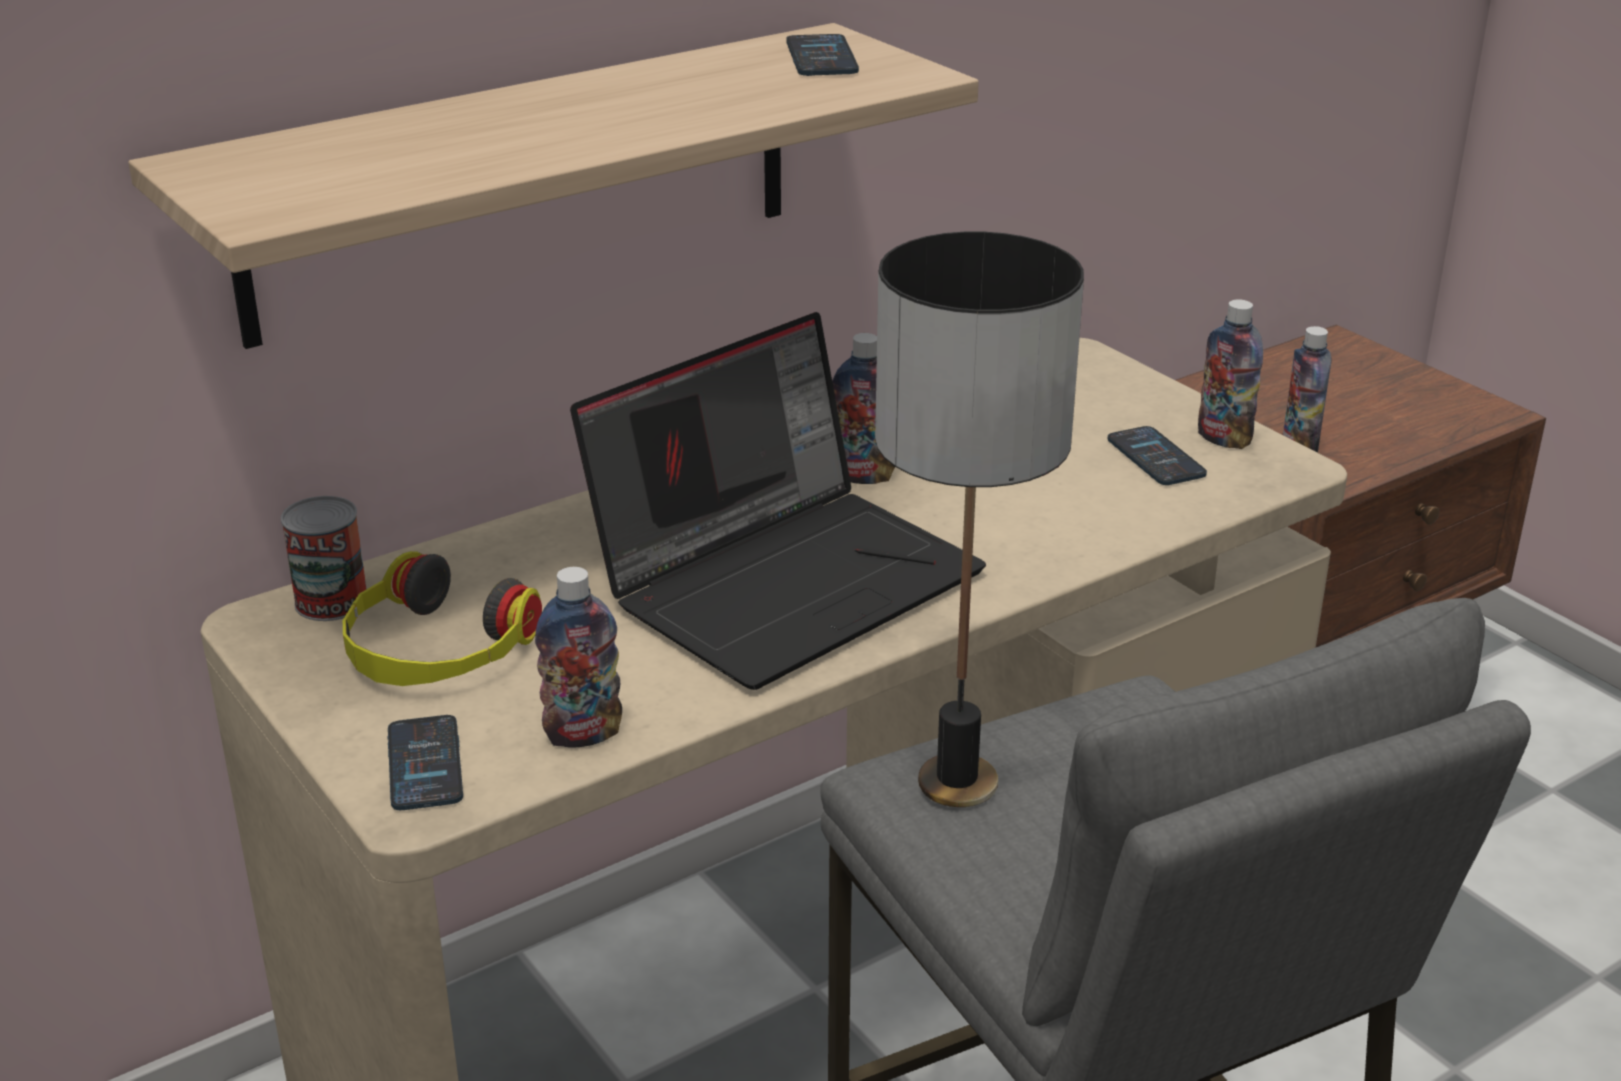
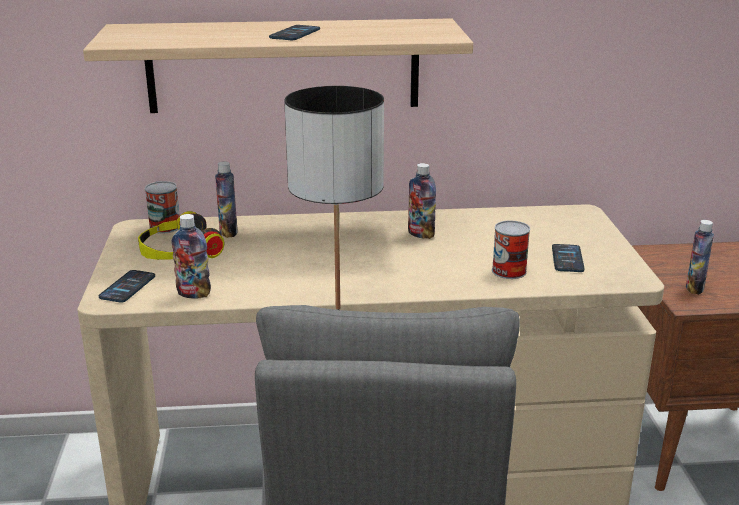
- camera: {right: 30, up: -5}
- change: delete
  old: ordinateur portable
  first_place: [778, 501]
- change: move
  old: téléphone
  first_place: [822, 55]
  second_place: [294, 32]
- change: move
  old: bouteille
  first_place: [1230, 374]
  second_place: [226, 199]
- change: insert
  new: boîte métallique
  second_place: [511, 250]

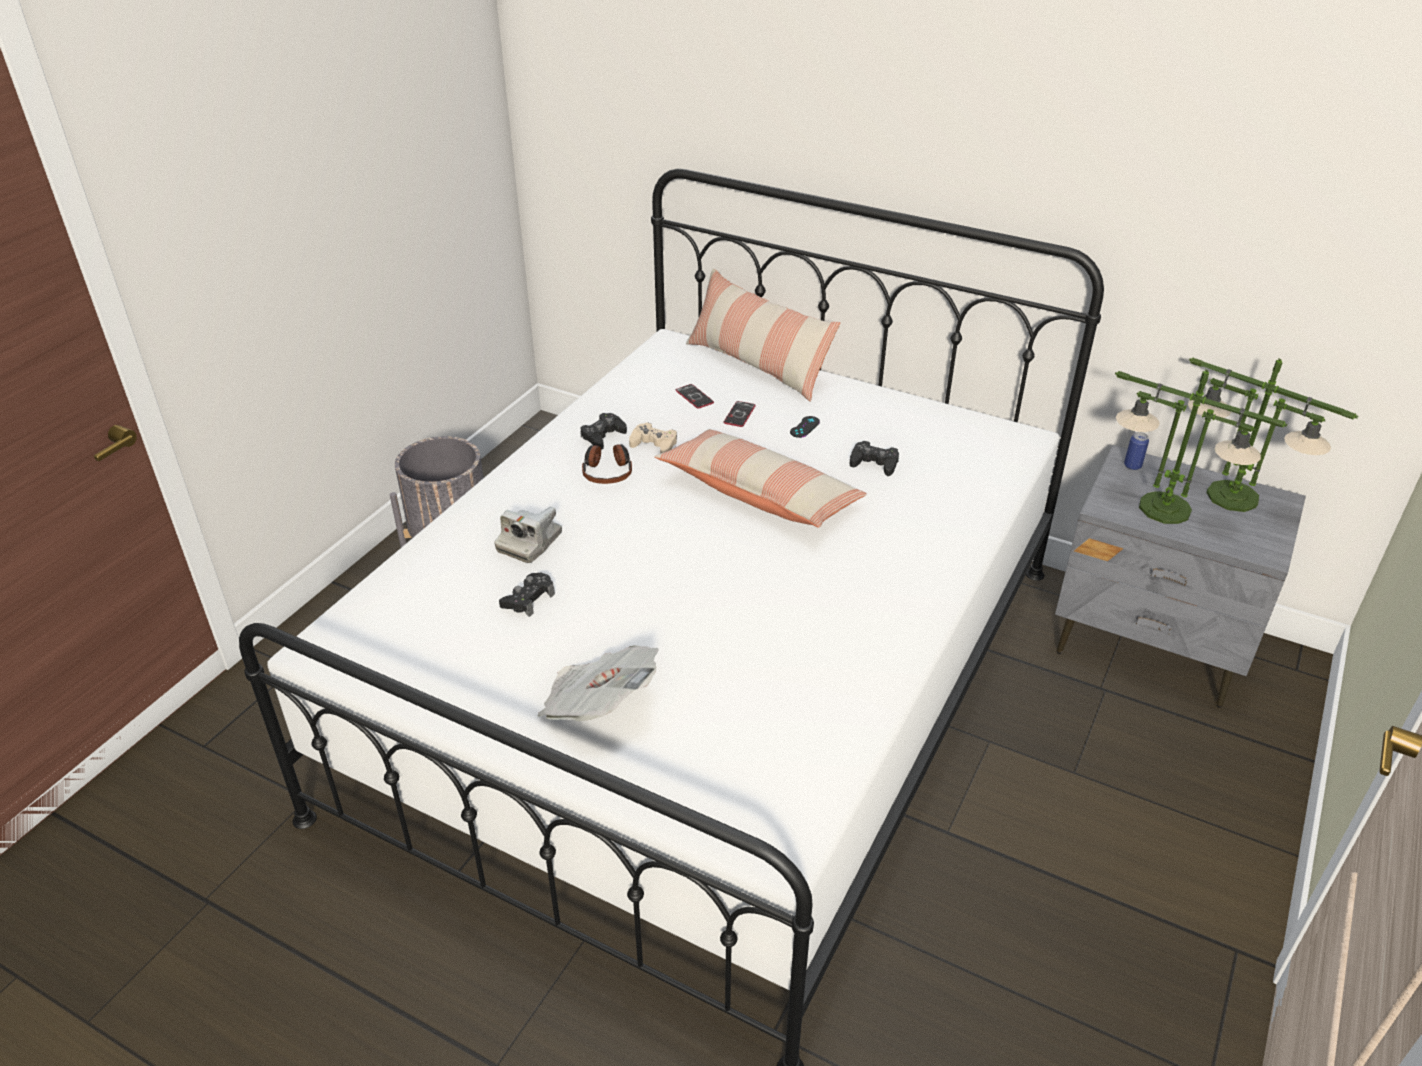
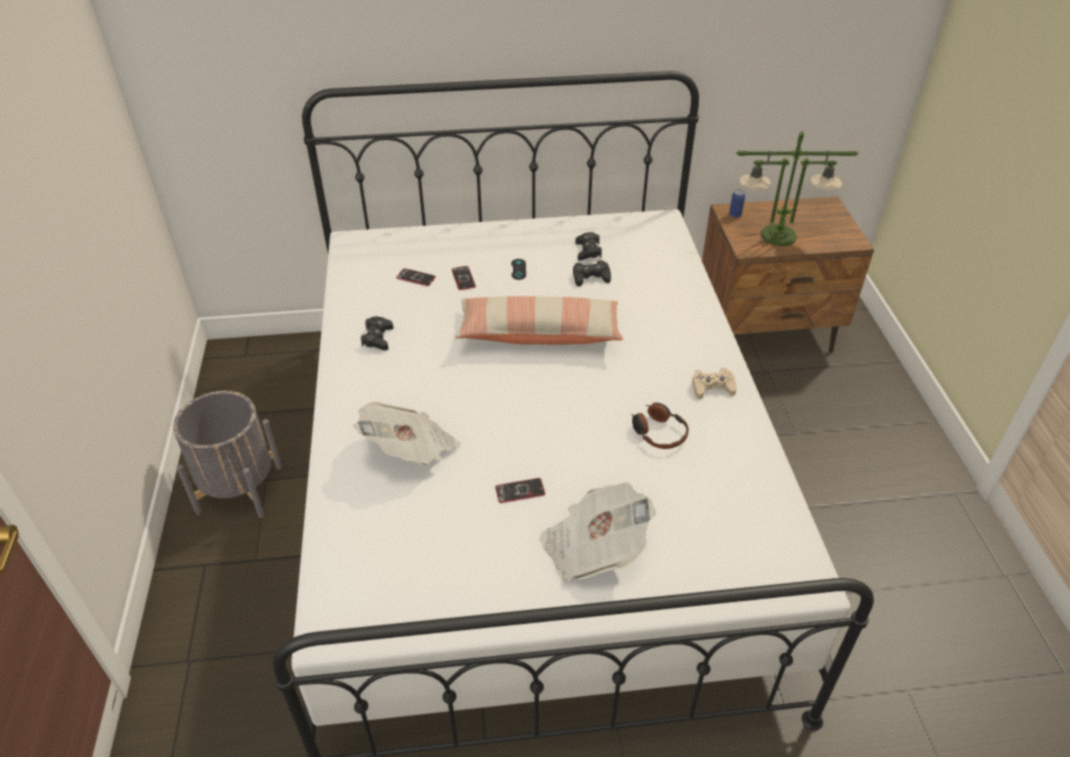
- camera: {right: -35, up: 5}
- change: replace
  old: appareil photo
  new: journal
  first_place: [528, 534]
  second_place: [407, 433]
- change: move
  old: manette [noir]
  first_place: [527, 595]
  second_place: [588, 246]
- change: move
  old: casque audio
  first_place: [607, 464]
  second_place: [660, 426]
- change: move
  old: manette [beige]
  first_place: [653, 437]
  second_place: [714, 383]
- change: delete
  old: coussin
  first_place: [763, 334]
- change: recolor
  old: table de chevet [gris]
  new: table de chevet [marron]
  first_place: [1180, 576]
  second_place: [788, 274]
- change: delete
  old: lampe de table
  first_place: [1273, 434]
- change: insert
  new: téléphone
  second_place: [520, 490]

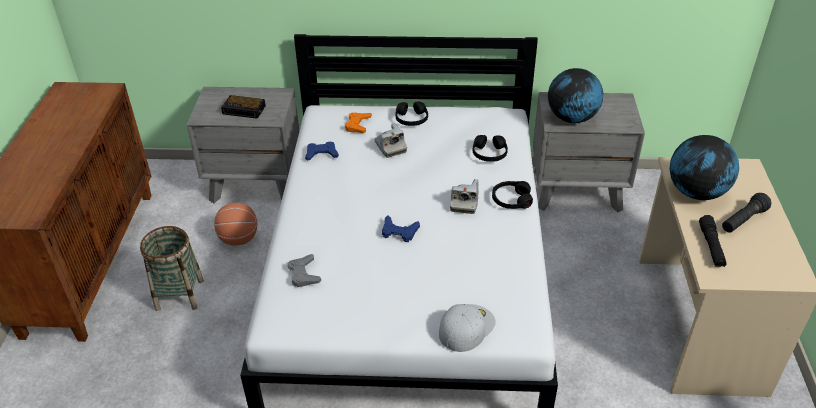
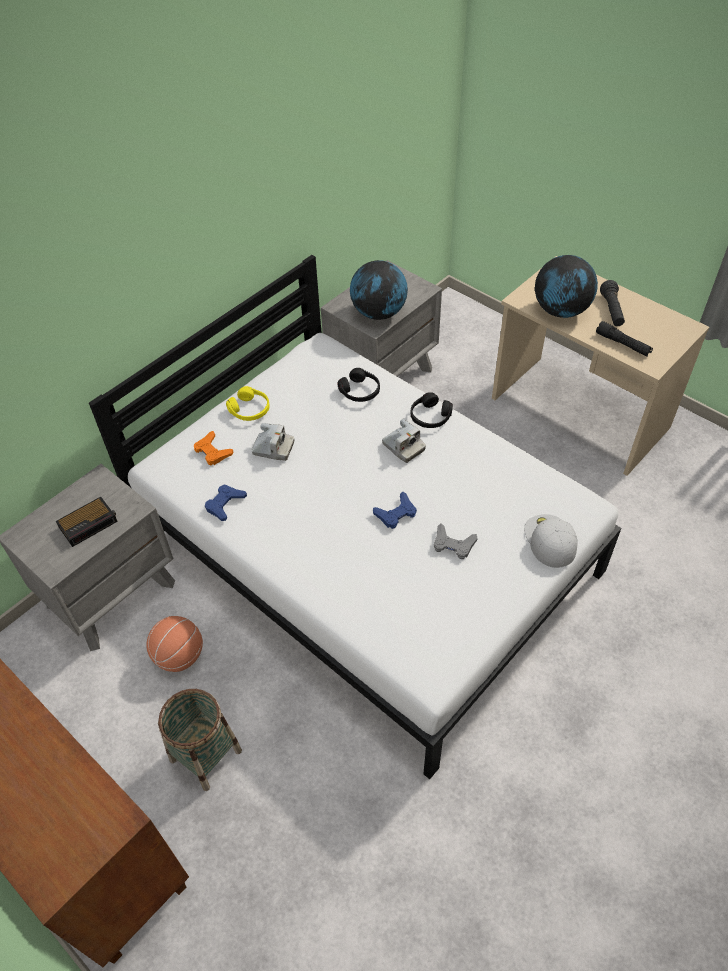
- camera: {right: -50, up: 10}
- change: move
  old: manette [gris]
  first_place: [304, 270]
  second_place: [456, 541]
- change: recolor
  old: casque audio [noir]
  new: casque audio [jaune]
  first_place: [412, 114]
  second_place: [248, 403]

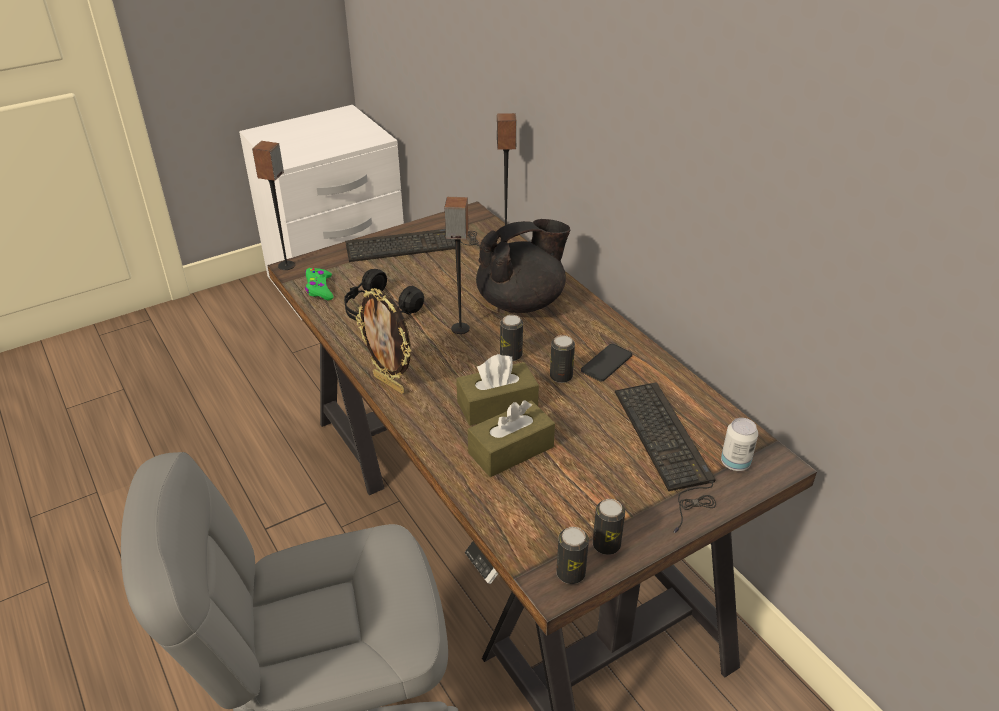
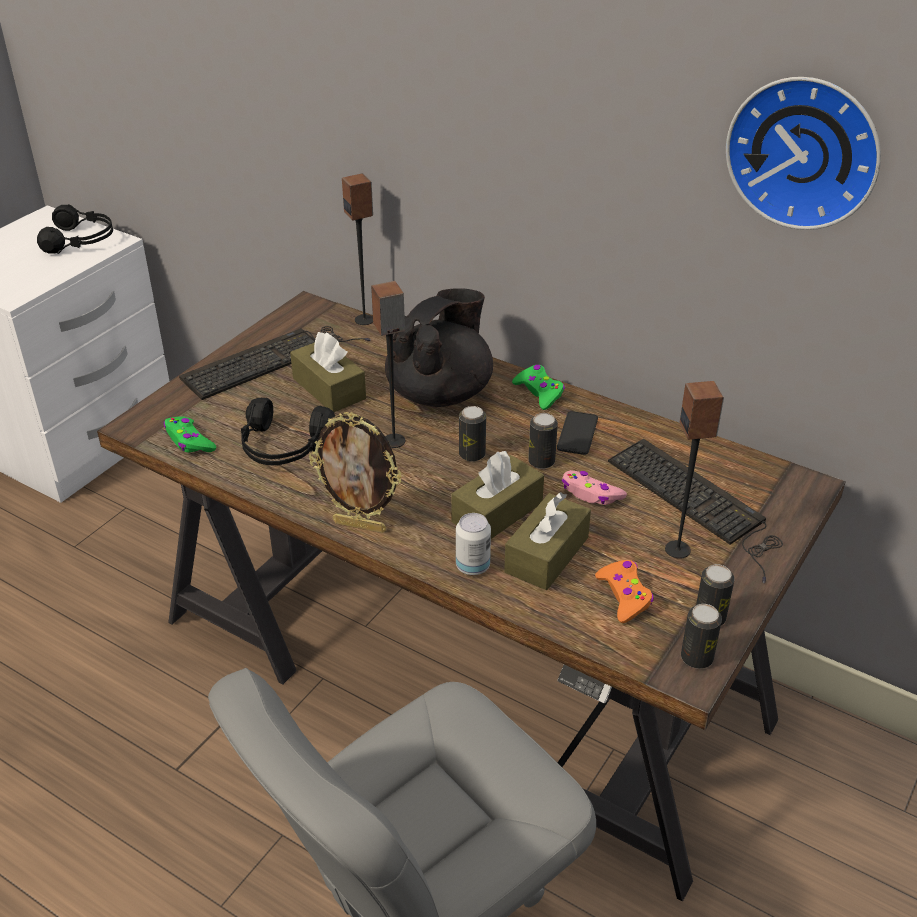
- camera: {right: -25, up: 0}
- change: move
  old: enceinte
  first_place: [273, 205]
  second_place: [694, 470]
- change: move
  old: boîte métallique
  first_place: [739, 444]
  second_place: [473, 544]
- change: insert
  new: casque audio [noir]
  second_place: [75, 229]
- change: insert
  new: boîte à mouchoirs [marron]
  second_place: [328, 372]
- change: insert
  new: manette [vert]
  second_place: [538, 387]
- change: insert
  new: manette [rose]
  second_place: [594, 487]
- change: insert
  new: manette [orange]
  second_place: [624, 591]
- change: insert
  new: horloge murale
  second_place: [803, 153]

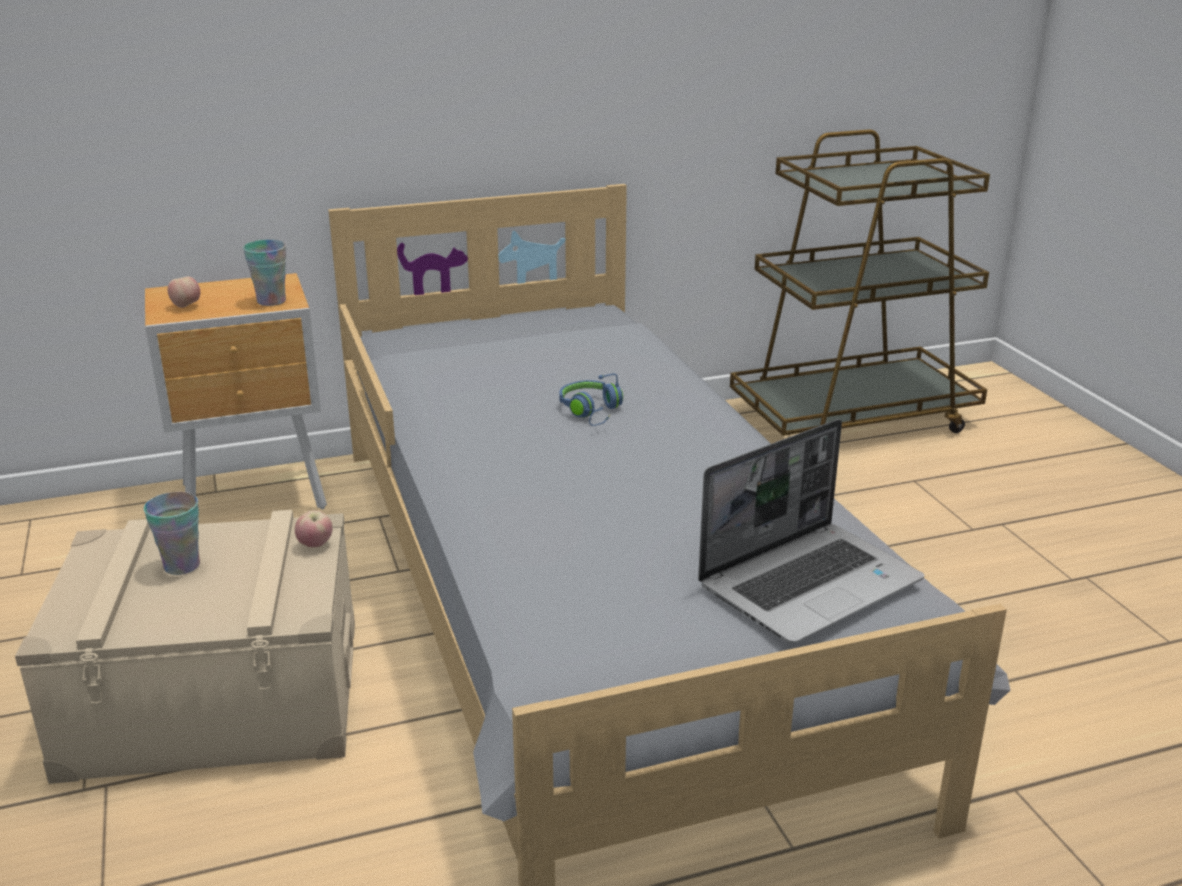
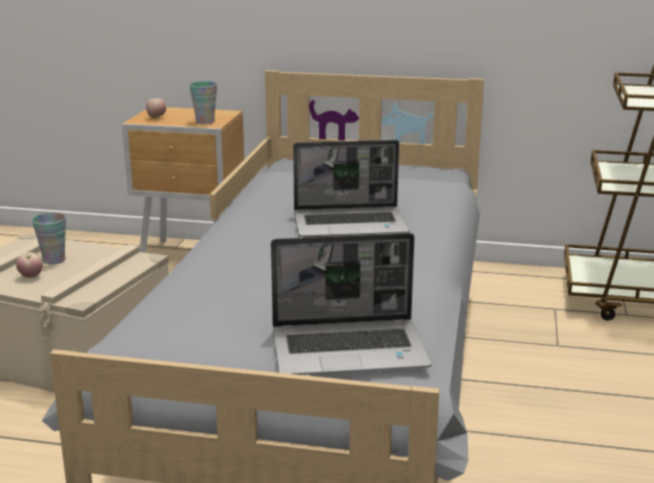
- camera: {right: 30, up: -5}
- change: move
  old: pomme
  first_place: [313, 528]
  second_place: [29, 265]
- change: replace
  old: casque audio [bleu]
  new: ordinateur portable
  first_place: [591, 400]
  second_place: [351, 188]

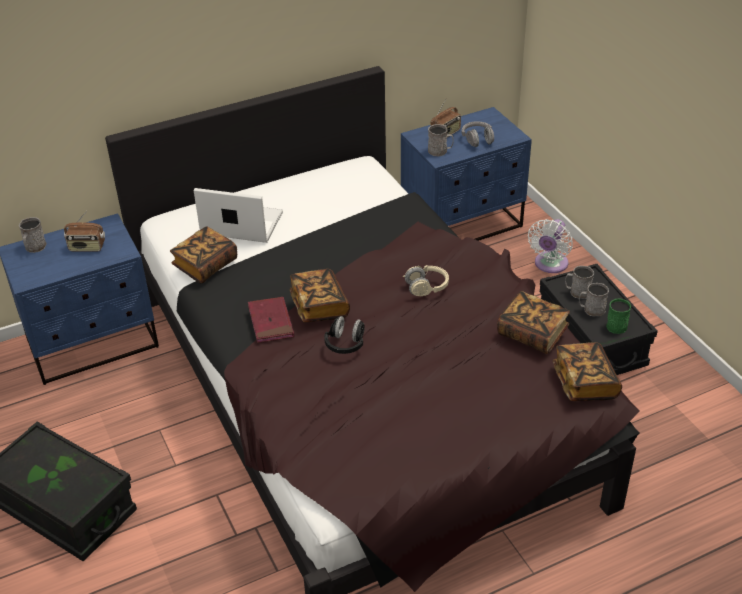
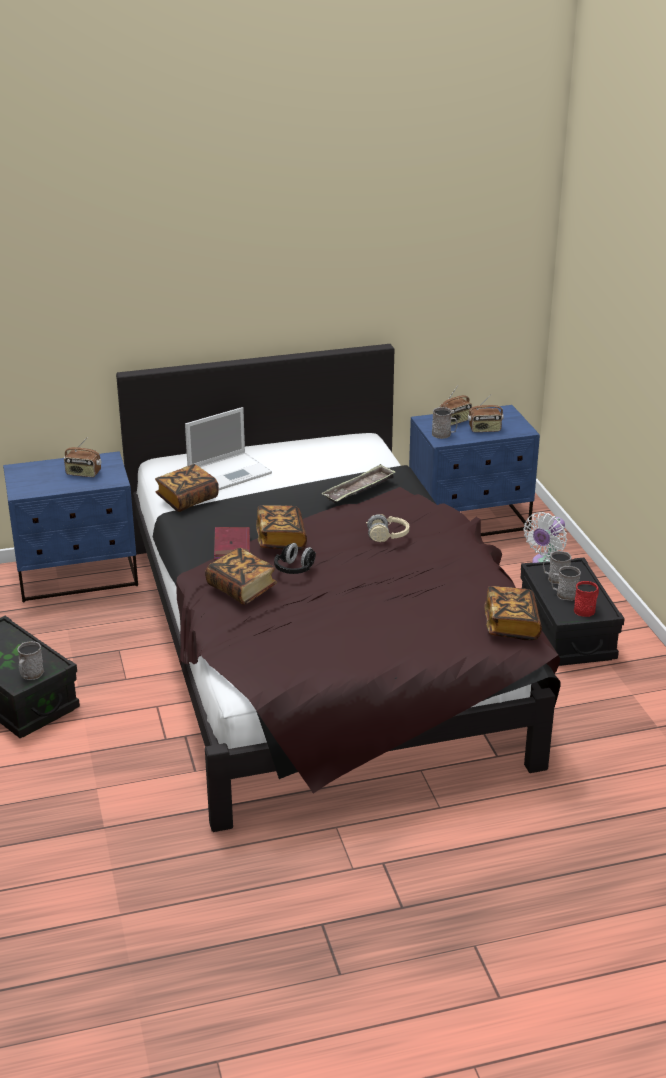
- camera: {right: 10, up: -10}
- change: move
  old: mug [gris]
  first_place: [33, 235]
  second_place: [30, 660]
- change: rotate
  old: ordinateur portable
  first_place: [238, 215]
  second_place: [228, 449]
  degrees: 120
- change: replace
  old: casque audio [gris]
  new: radio
  first_place: [478, 134]
  second_place: [486, 413]
- change: move
  old: livre
  first_place: [533, 322]
  second_place: [241, 576]
- change: recolor
  old: mug [vert]
  new: mug [rouge]
  first_place: [618, 316]
  second_place: [586, 599]
- change: insert
  new: plateau
  second_place: [358, 483]

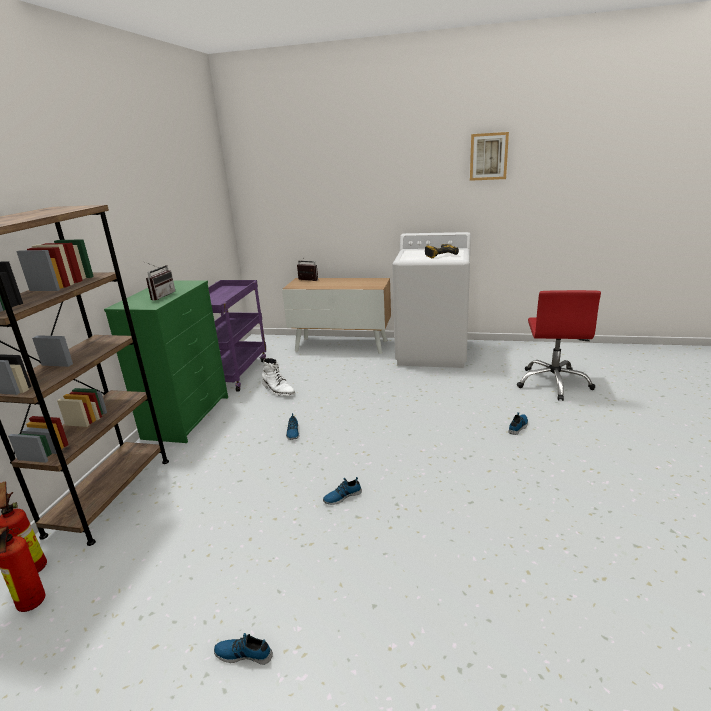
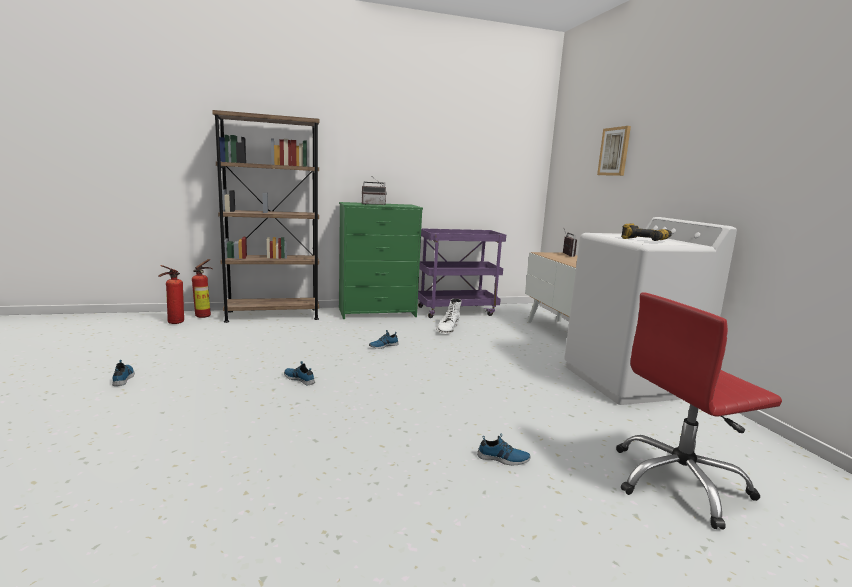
- camera: {right: 60, up: -10}
- change: move
  old: tableau
  first_place: [489, 156]
  second_place: [614, 151]

